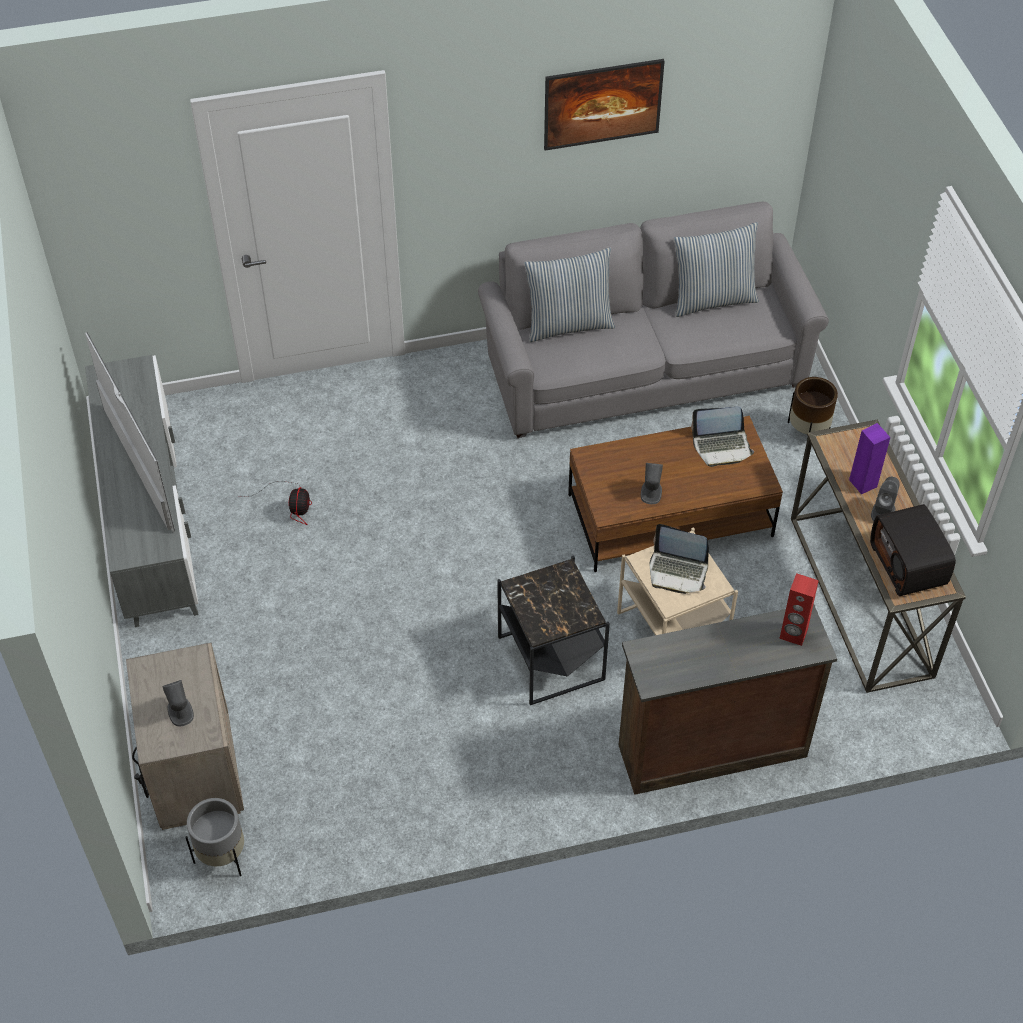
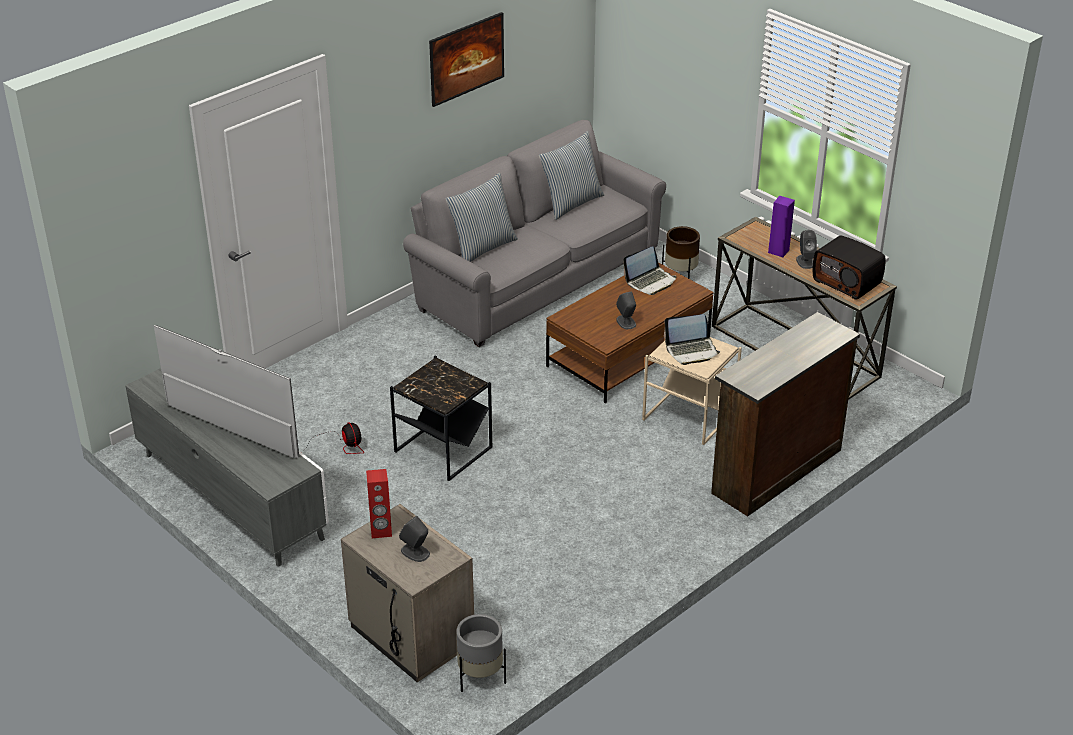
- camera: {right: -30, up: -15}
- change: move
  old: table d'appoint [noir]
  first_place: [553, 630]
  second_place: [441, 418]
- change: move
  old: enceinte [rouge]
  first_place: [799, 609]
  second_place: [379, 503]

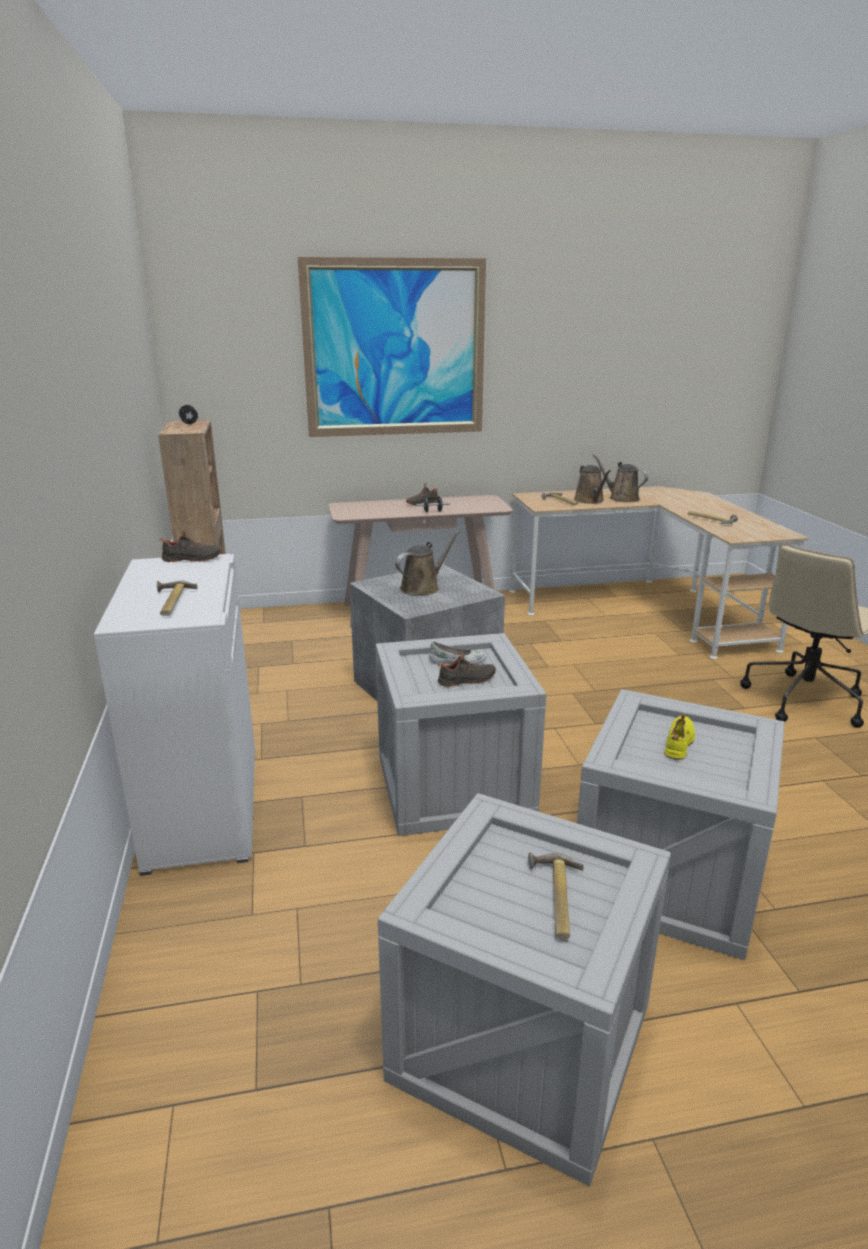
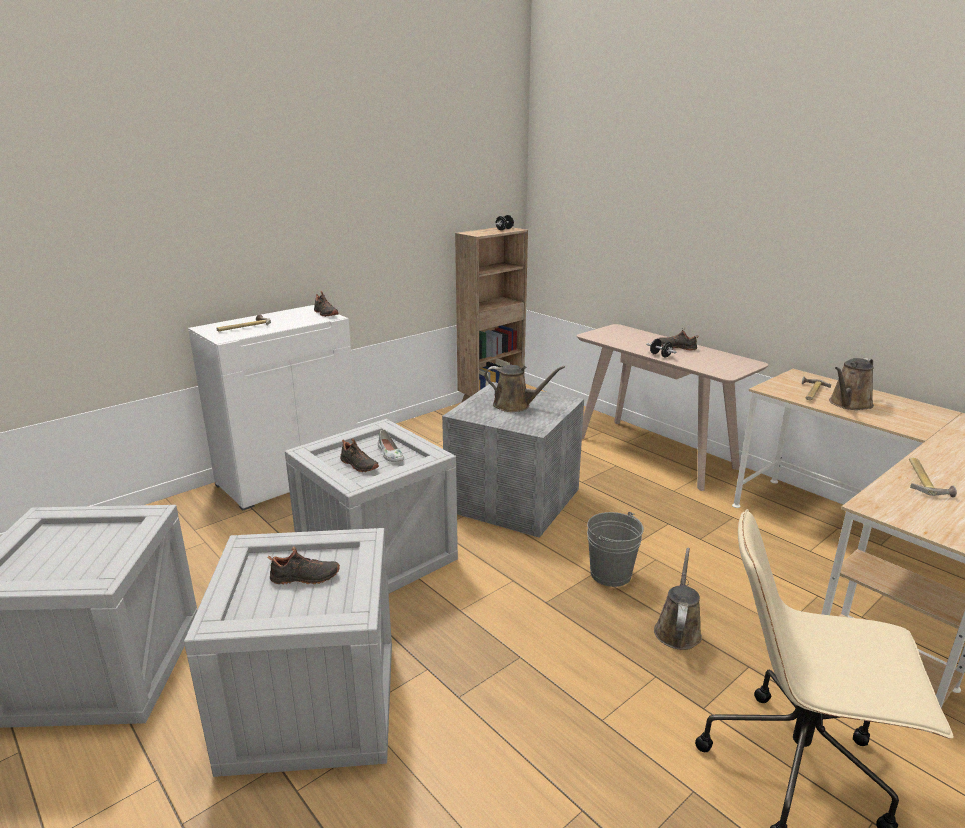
- camera: {right: 60, up: 0}
- change: delete
  old: tableau
  first_place: [392, 347]
- change: delete
  old: marteau
  first_place: [556, 895]
- change: move
  old: arrosoir [marron]
  first_place: [620, 478]
  second_place: [678, 599]
- change: recolor
  old: chaussure [jaune]
  new: chaussure [noir]
  first_place: [679, 737]
  second_place: [303, 566]
- change: insert
  new: seau [gris]
  second_place: [615, 549]

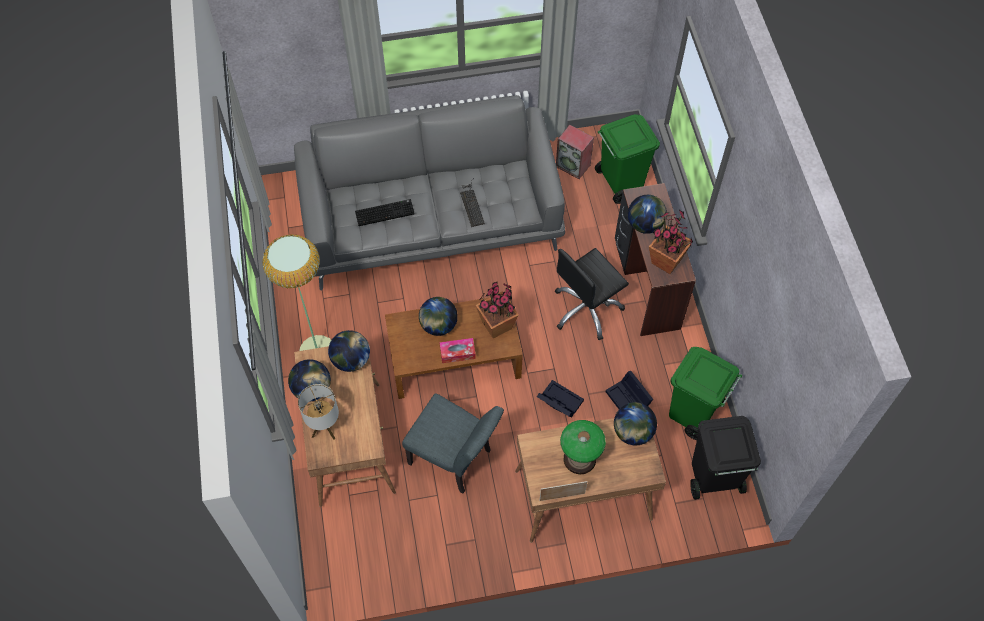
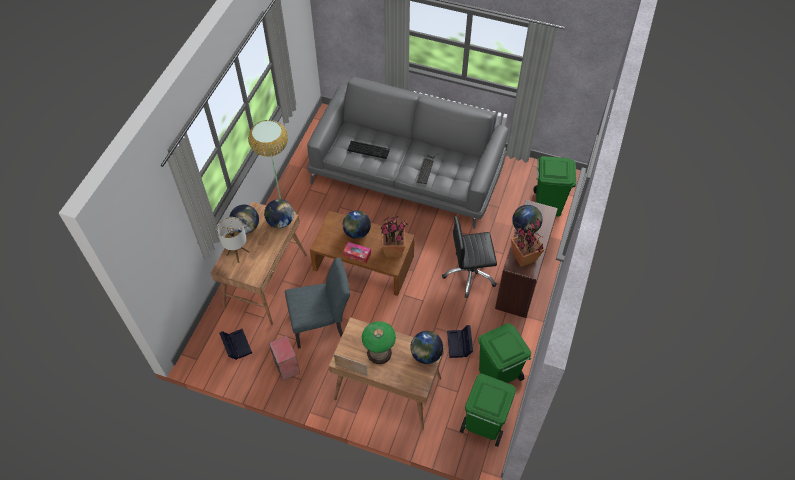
- camera: {right: 30, up: -5}
- change: rotate
  old: chaise [gris]
  first_place: [453, 443]
  second_place: [317, 303]
  degrees: -75
- change: move
  old: boîte de rangement [noir]
  first_place: [560, 398]
  second_place: [235, 344]
- change: move
  old: enceinte
  first_place: [575, 152]
  second_place: [284, 358]
- change: recolor
  old: poubelle [noir]
  new: poubelle [vert]
  first_place: [725, 458]
  second_place: [488, 410]

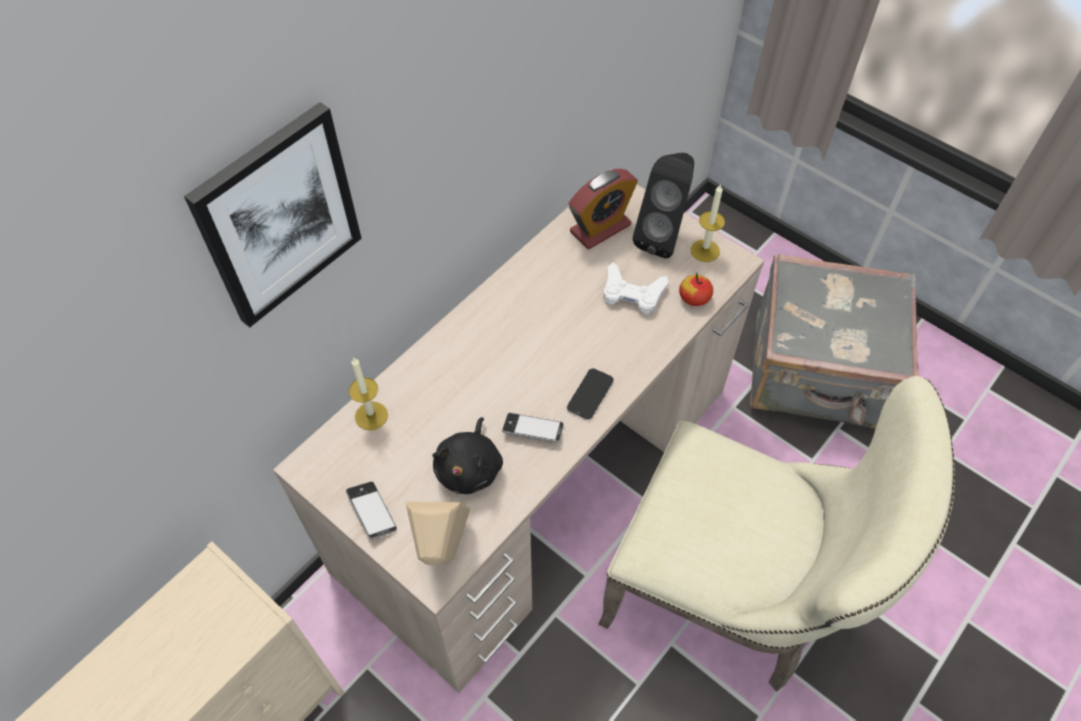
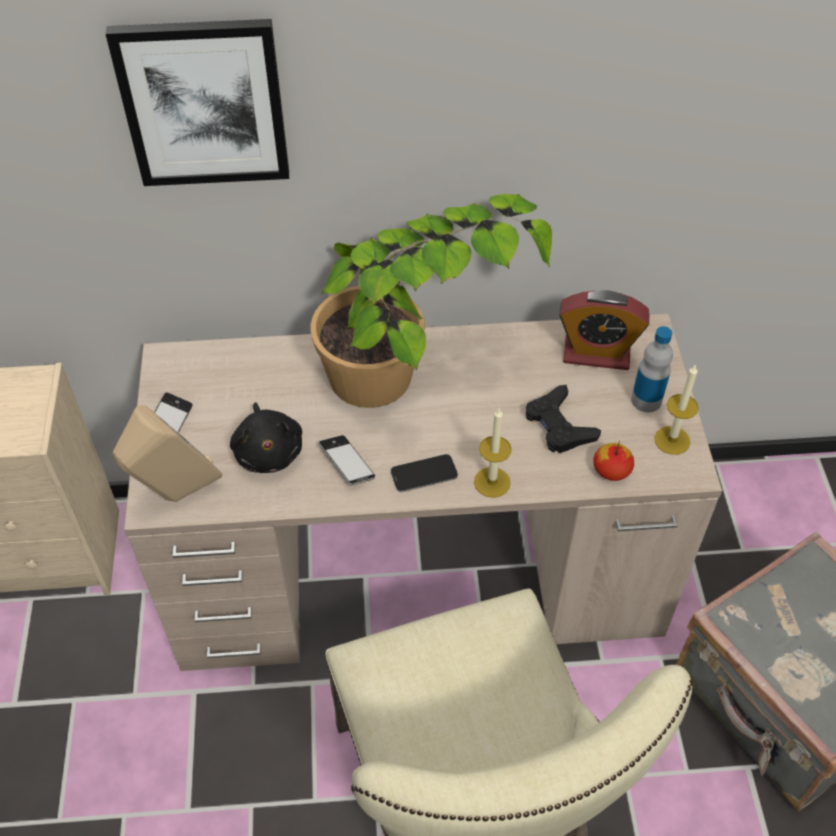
- camera: {right: 45, up: -5}
- change: move
  old: bougie
  first_place: [368, 393]
  second_place: [493, 453]
- change: rotate
  old: peluche [noir]
  first_place: [467, 455]
  second_place: [266, 438]
  degrees: -75
- change: recolor
  old: manette [blanc]
  new: manette [noir]
  first_place: [636, 288]
  second_place: [563, 419]
- change: replace
  old: enceinte [noir]
  new: bouteille
  first_place: [663, 205]
  second_place: [652, 369]
- change: insert
  new: plante en pot
  second_place: [431, 301]

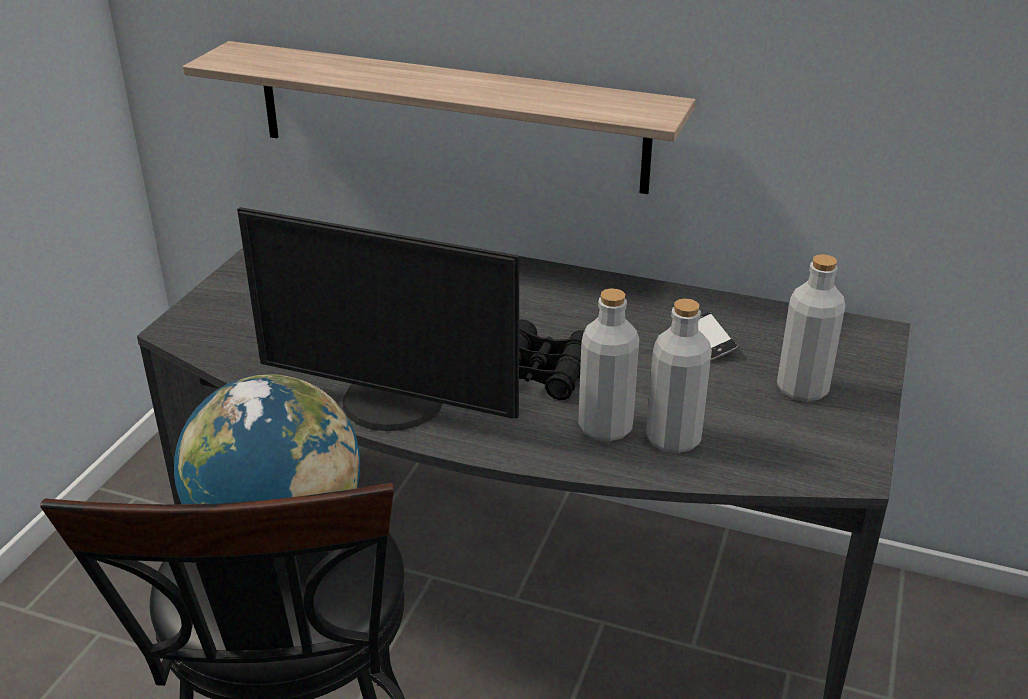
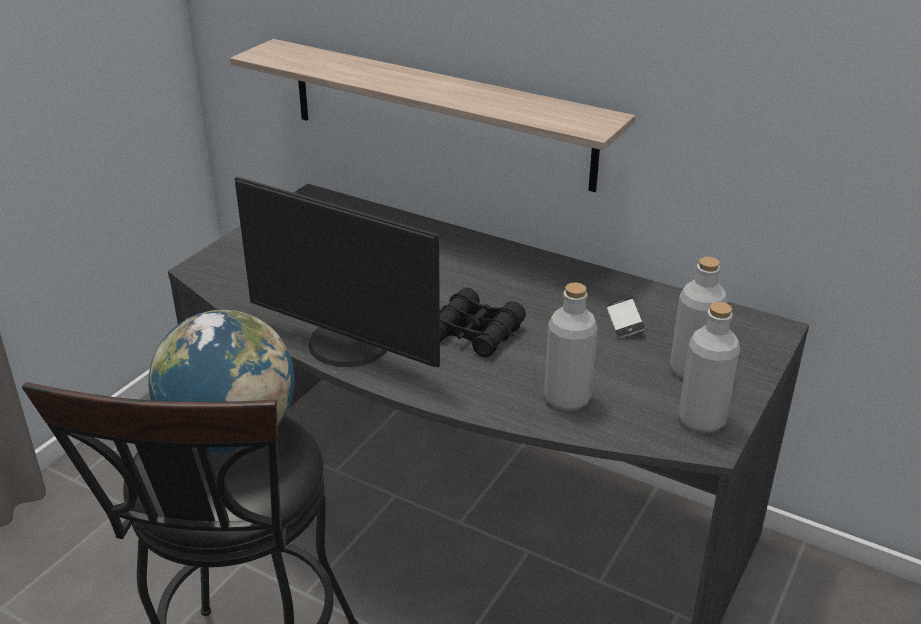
- camera: {right: 10, up: 0}
- change: move
  old: bouteille [gris]
  first_place: [608, 365]
  second_place: [709, 367]

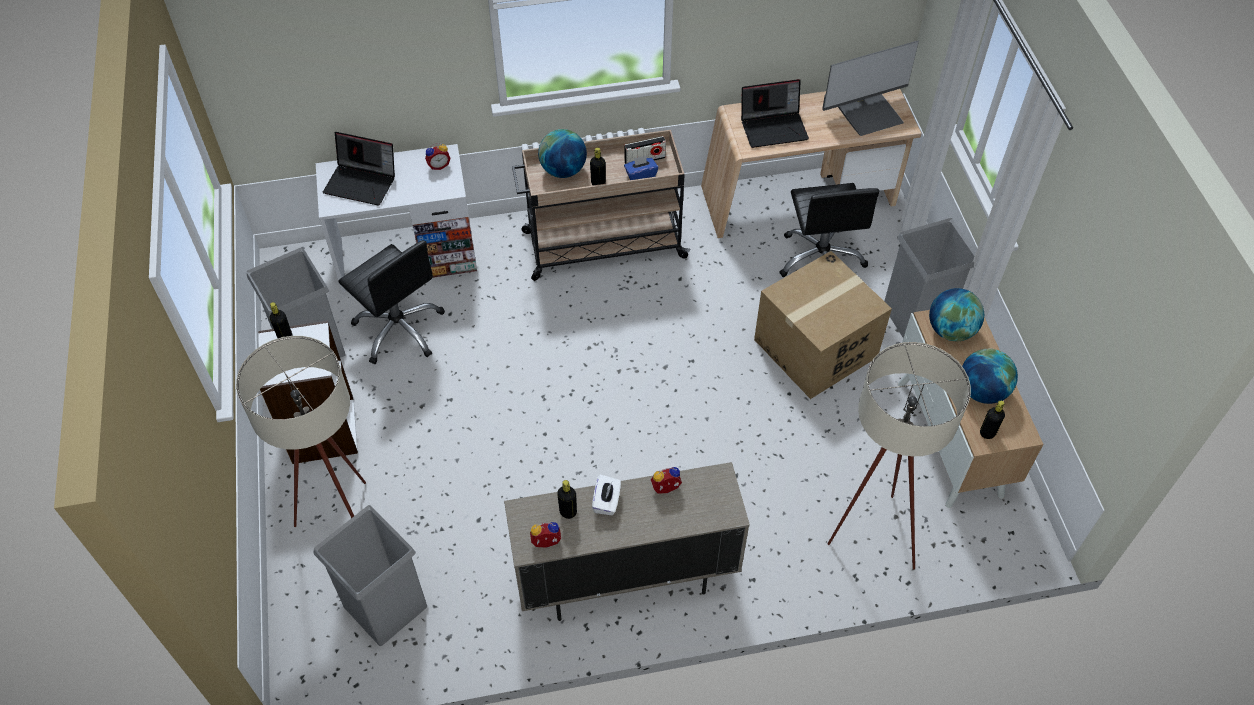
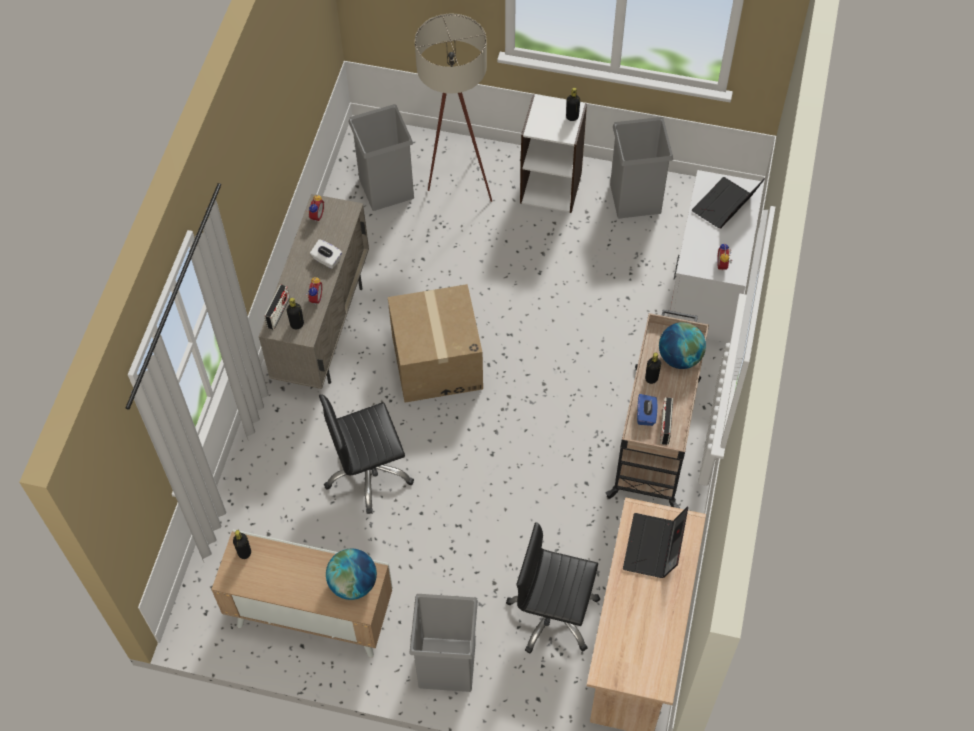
- camera: {right: 115, up: 5}
- change: move
  old: chaise de bureau [noir]
  first_place: [391, 302]
  second_place: [366, 454]
- change: move
  old: bouteille [noir]
  first_place: [567, 499]
  second_place: [295, 313]
- change: move
  old: carton
  first_place: [823, 325]
  second_place: [435, 343]
- change: delete
  old: écran d'ordinateur
  first_place: [870, 88]
- change: delete
  old: lampadaire [beige]
  first_place: [899, 456]
- change: delete
  old: globe
  first_place: [990, 376]
- change: insert
  new: radio
  second_place: [277, 307]

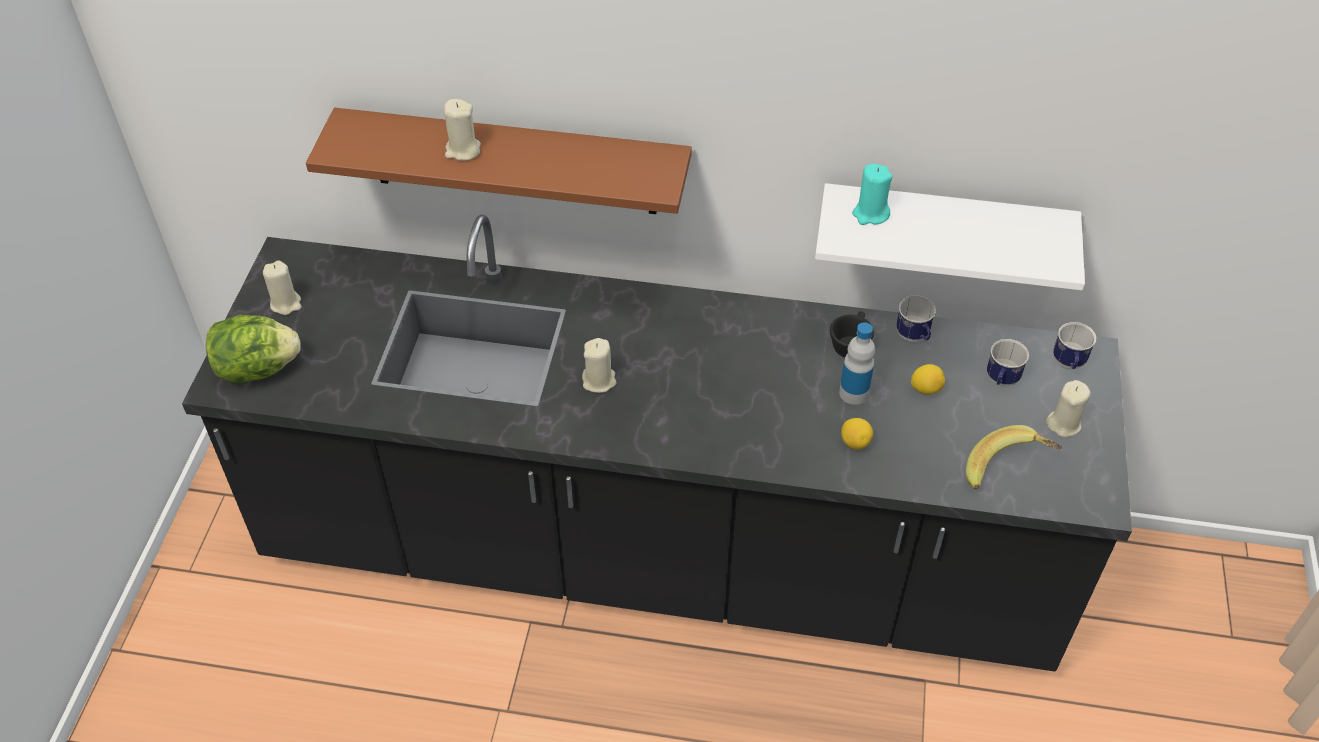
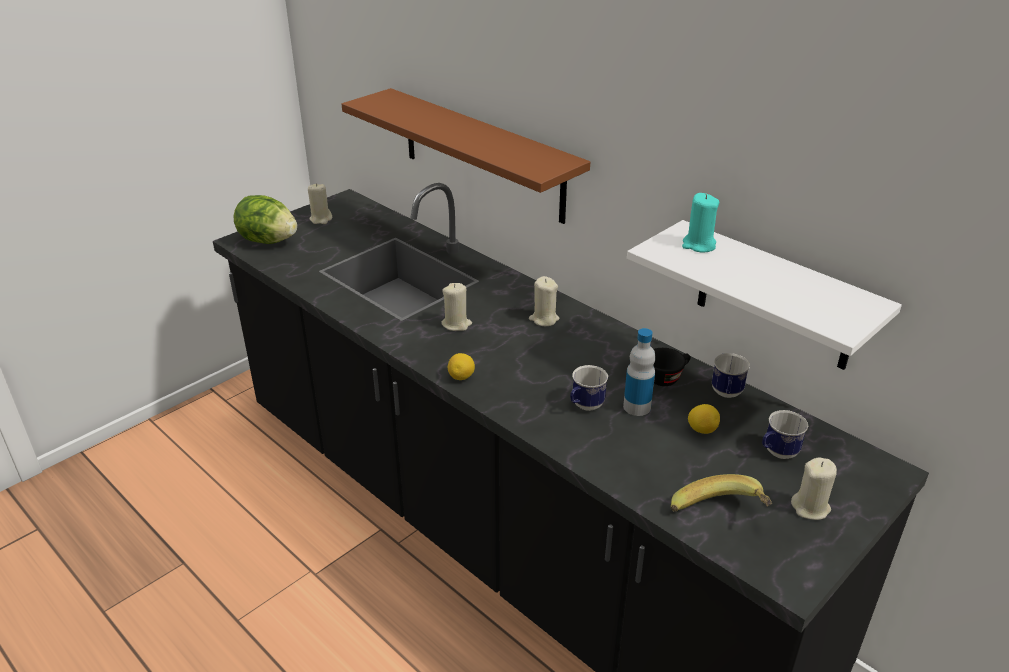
- camera: {right: 35, up: -15}
- change: move
  old: bougie [beige]
  first_place: [462, 130]
  second_place: [544, 301]
- change: move
  old: citron
  first_place: [857, 434]
  second_place: [461, 366]
- change: move
  old: mug
  first_place: [1074, 345]
  second_place: [589, 388]

